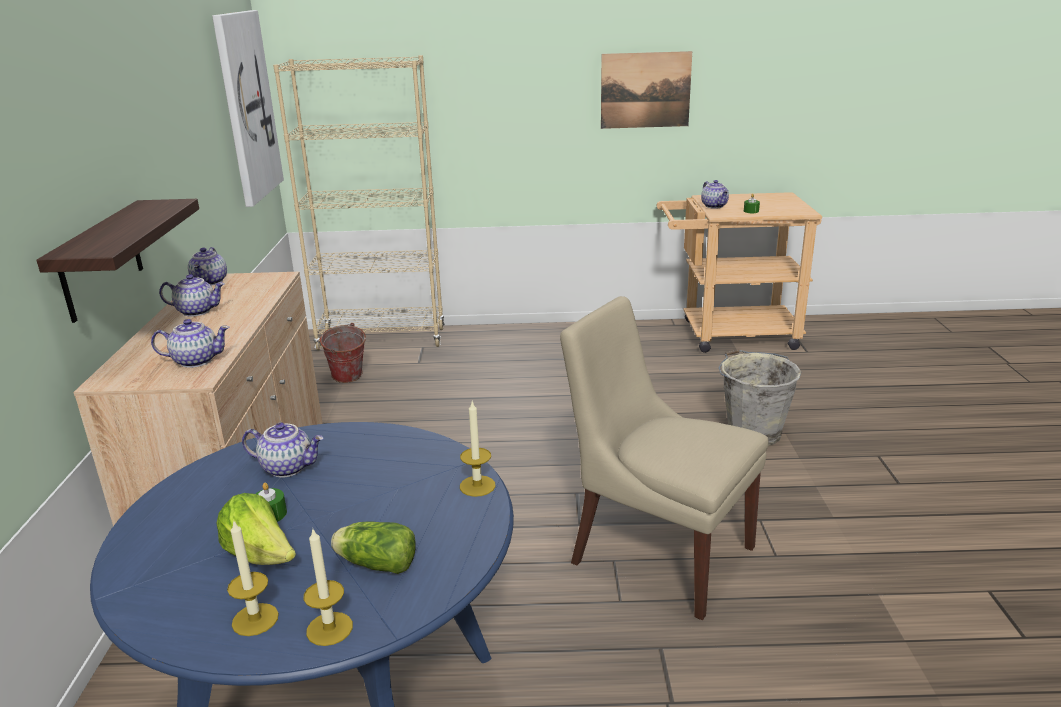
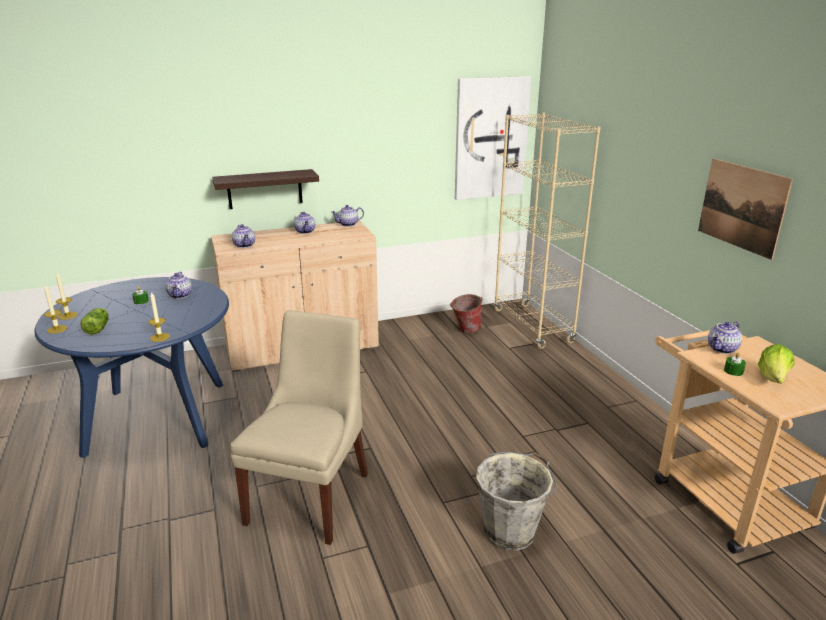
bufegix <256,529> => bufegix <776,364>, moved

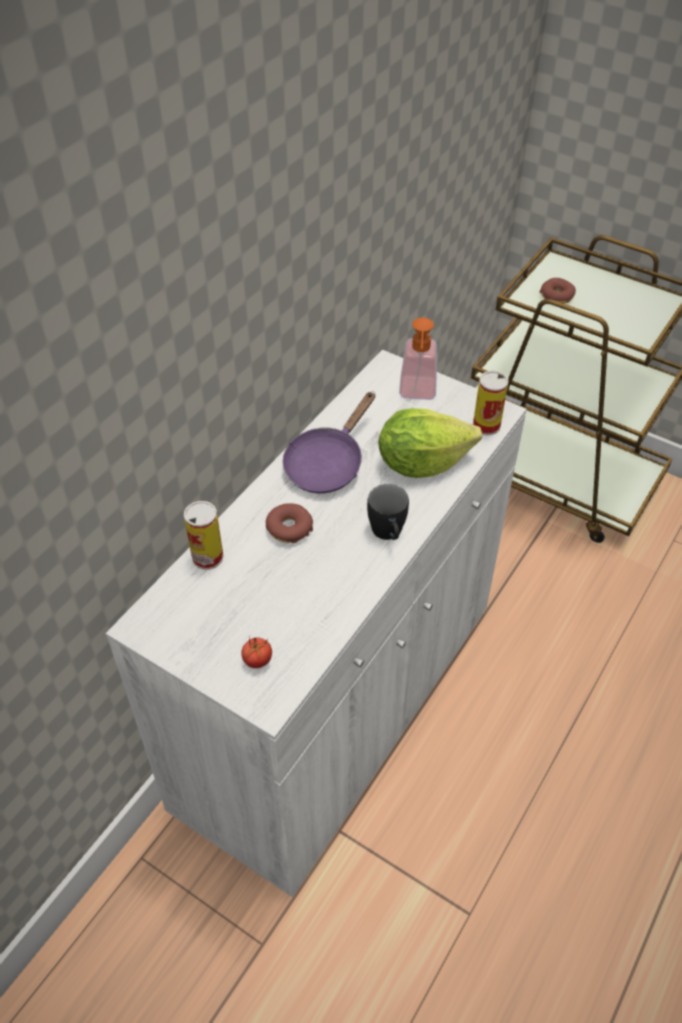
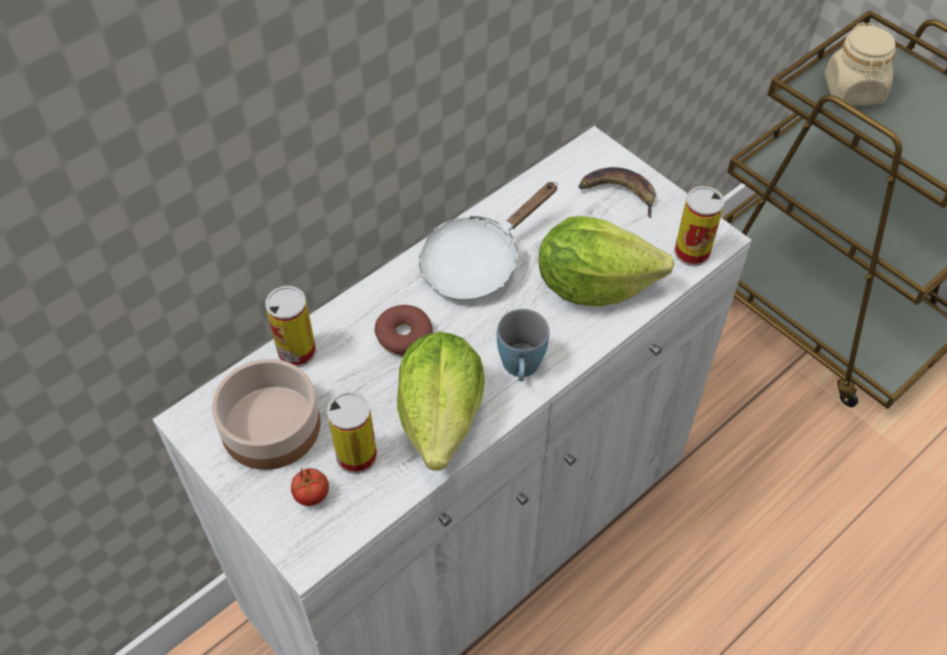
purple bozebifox <328,442> => white bozebifox <488,241>
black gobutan <388,512> => blue gobutan <523,345>
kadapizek <418,358> => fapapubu <617,192>
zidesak <558,291> => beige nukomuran <860,64>
nothing => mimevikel <266,414>
nothing => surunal <352,432>
nothing => bufegix <441,401>

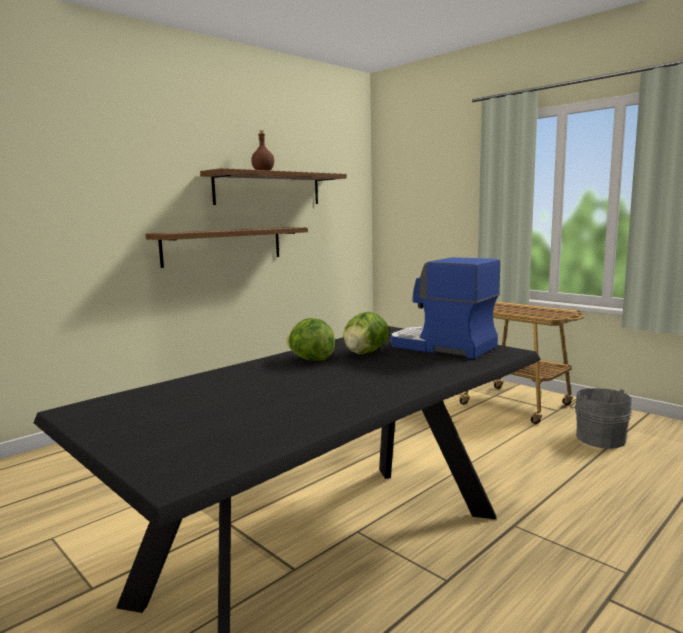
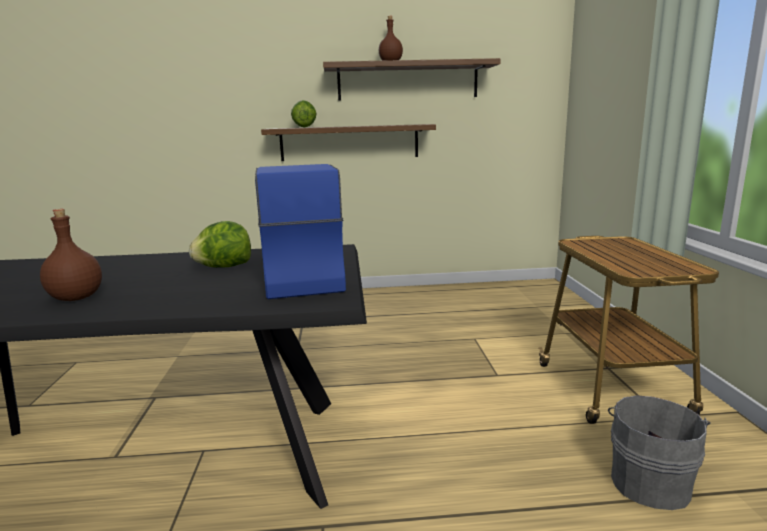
bufegix <310,339> => bufegix <304,114>, moved
nothing => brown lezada <71,255>

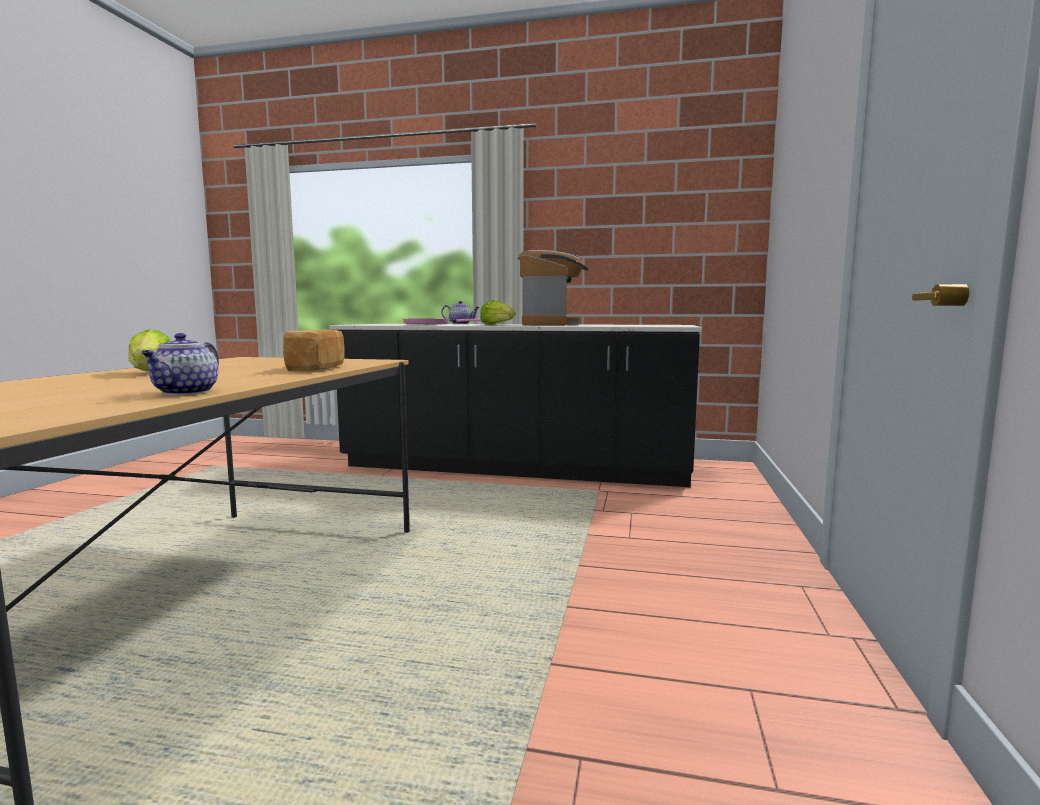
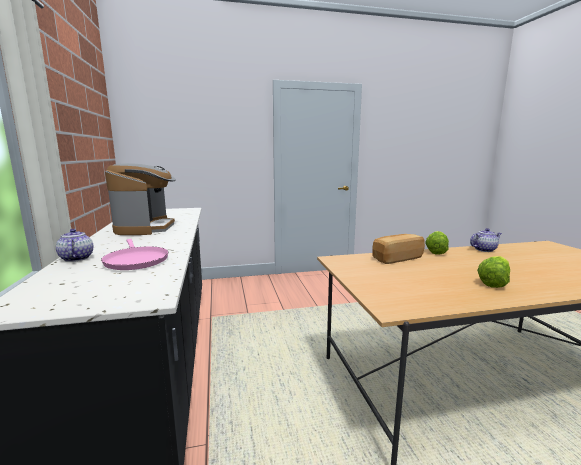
bufegix <497,312> => bufegix <437,243>, moved
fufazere <553,287> => fufazere <140,199>, 105 degrees clockwise

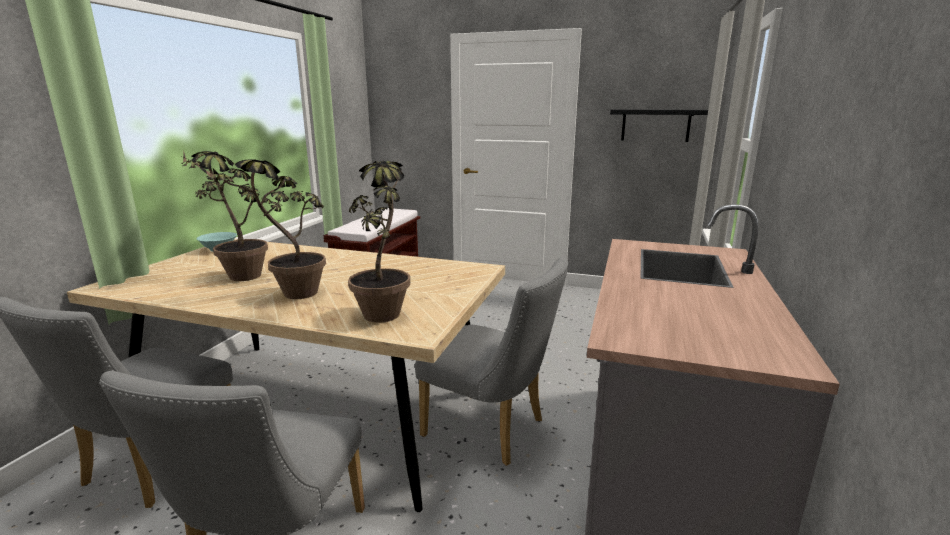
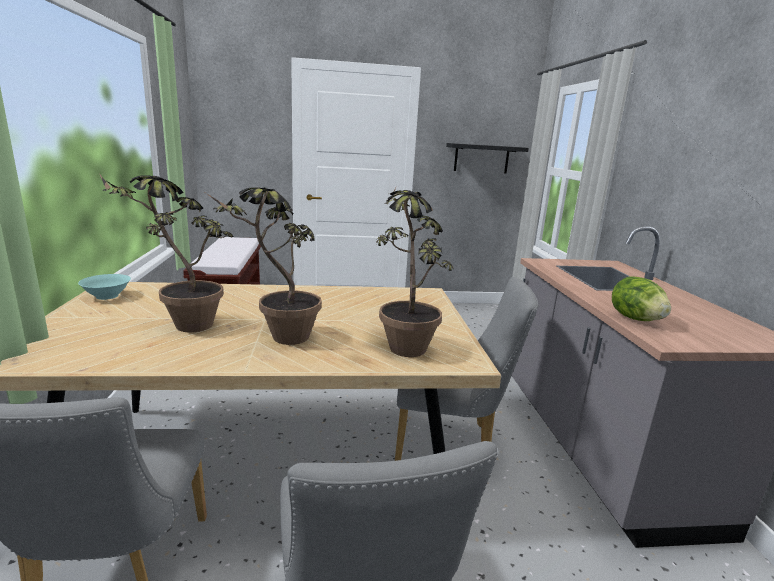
nothing => bufegix <641,298>

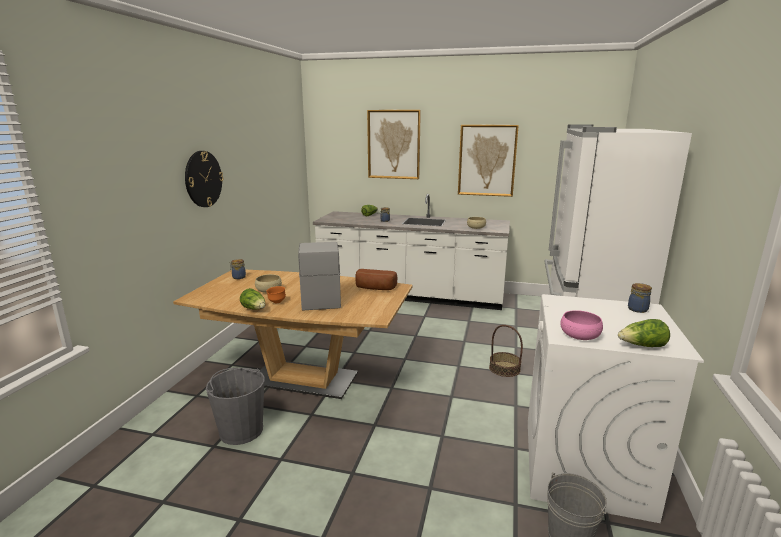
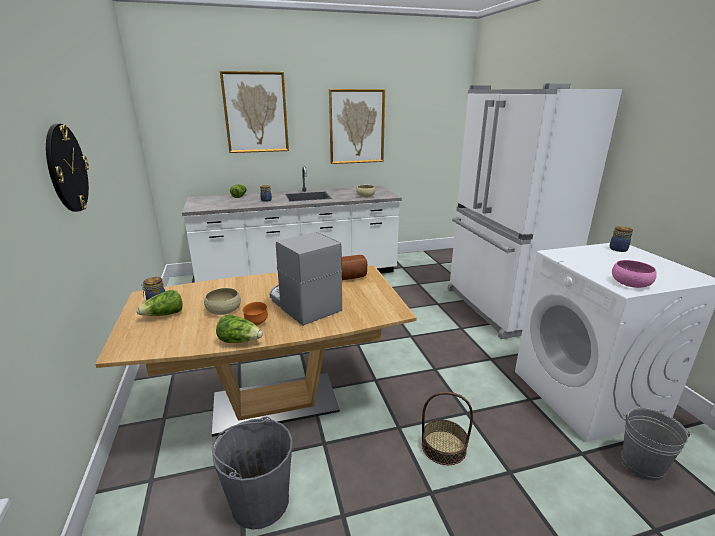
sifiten <506,351> => sifiten <447,428>, moved
bufegix <644,333> => bufegix <159,303>, moved

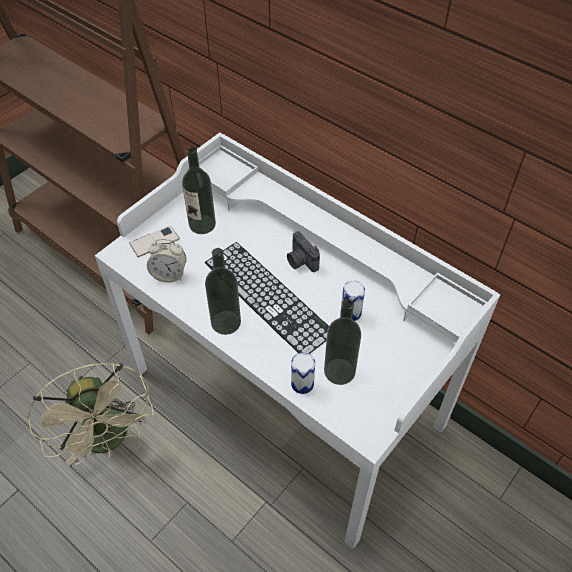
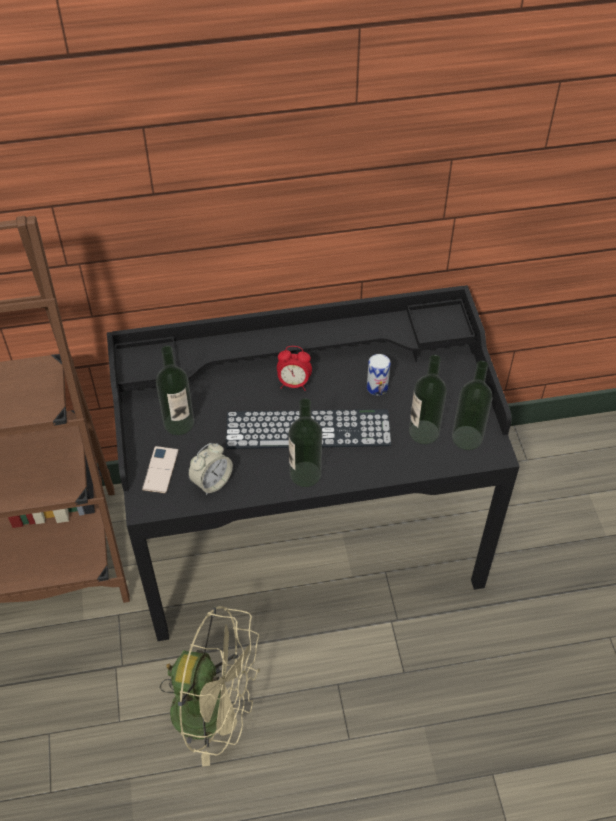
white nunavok <298,340> => black nunavok <313,463>
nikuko <303,251> => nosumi <294,368>
surunal <303,373> => nothing
nothing => lezada <472,405>

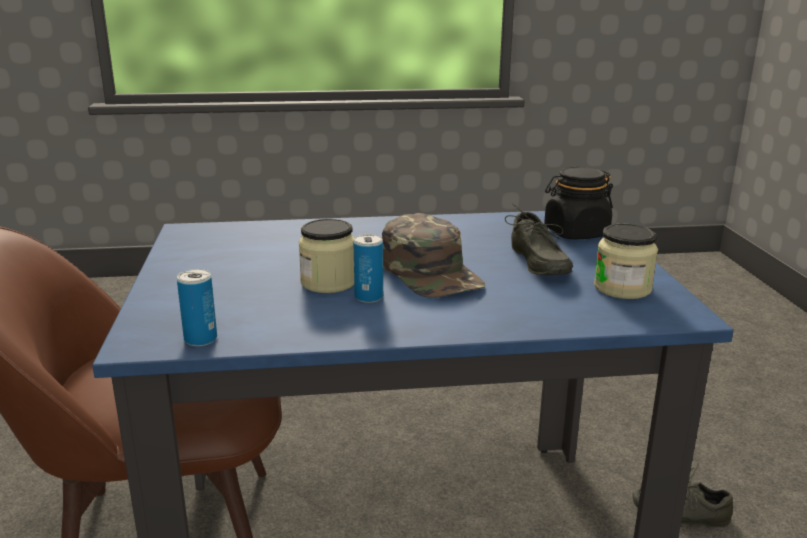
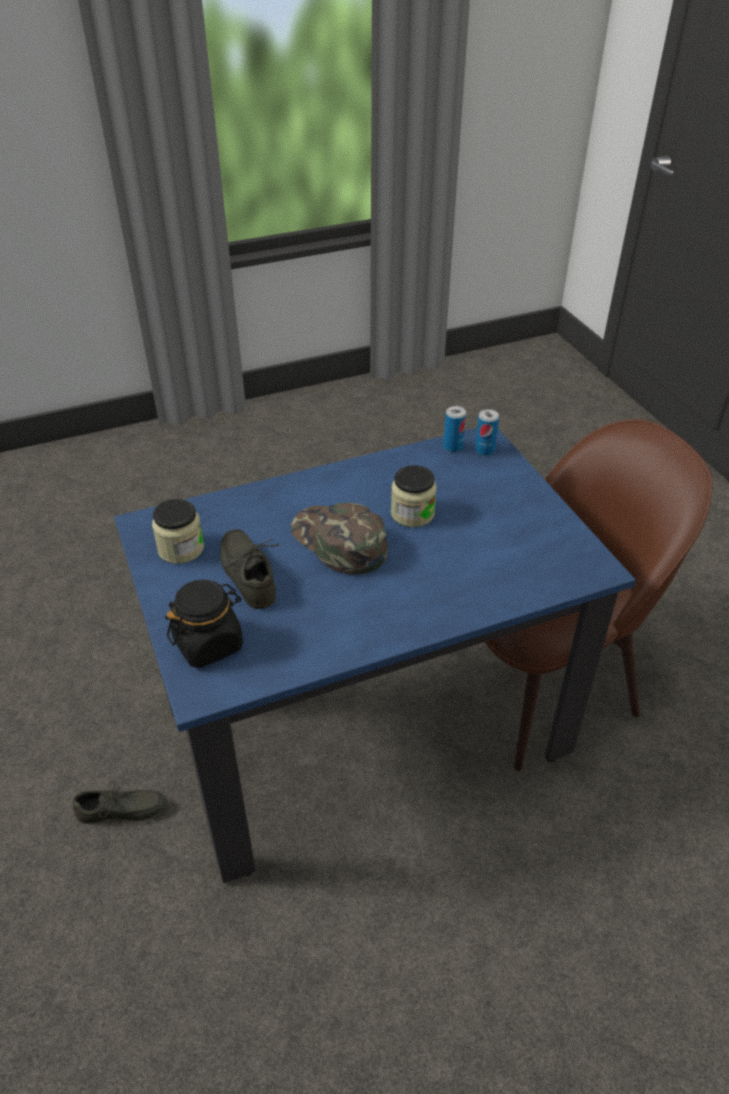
surunal <368,268> => surunal <487,432>, moved

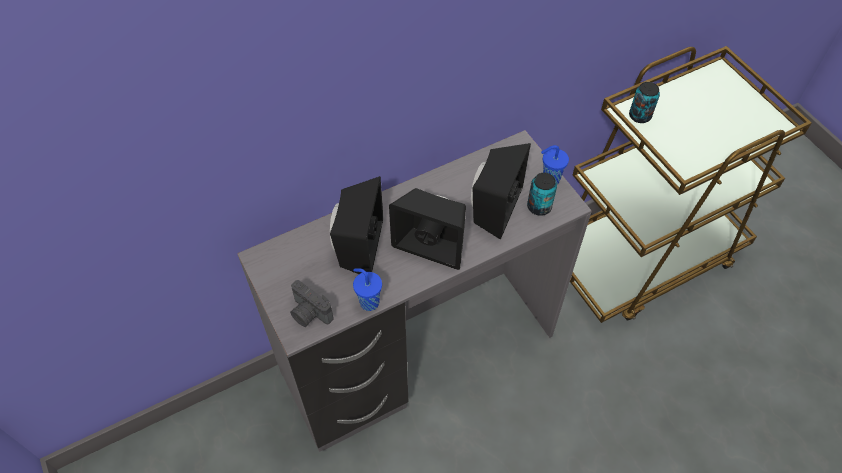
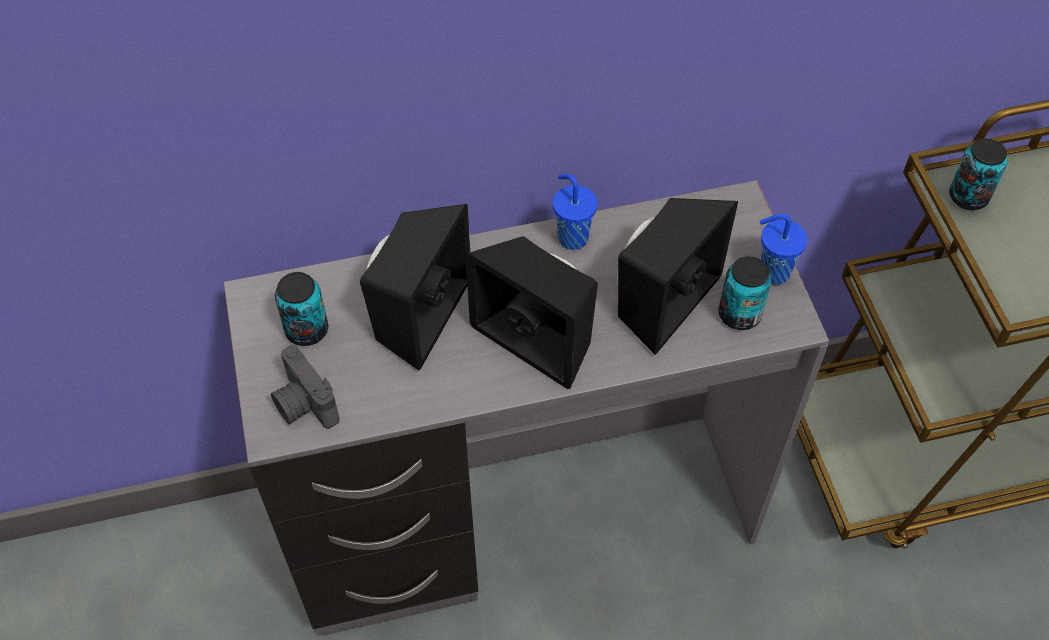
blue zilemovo <367,289> => blue zilemovo <575,212>, moved
nothing => surunal <301,309>

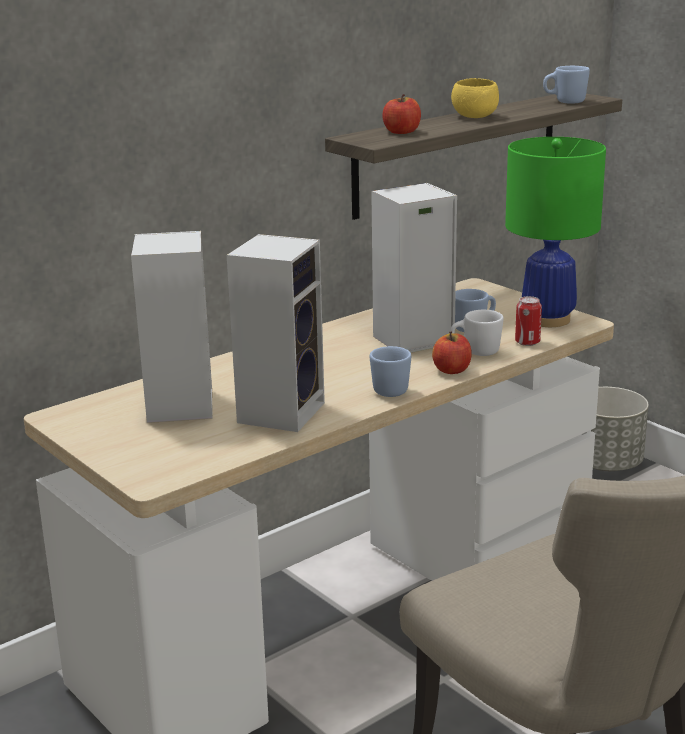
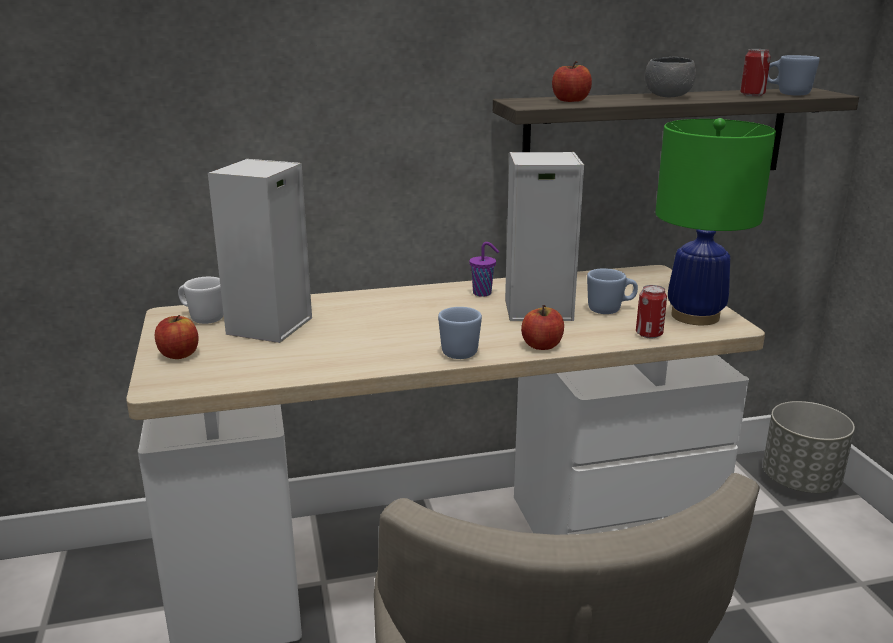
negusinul <276,333> => nothing
yellow mimevikel <475,98> => grey mimevikel <670,77>
white gobutan <477,333> => white gobutan <201,300>, moved
nothing => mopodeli <177,337>
nothing => purple zilemovo <484,269>
nothing => surunal <755,72>

